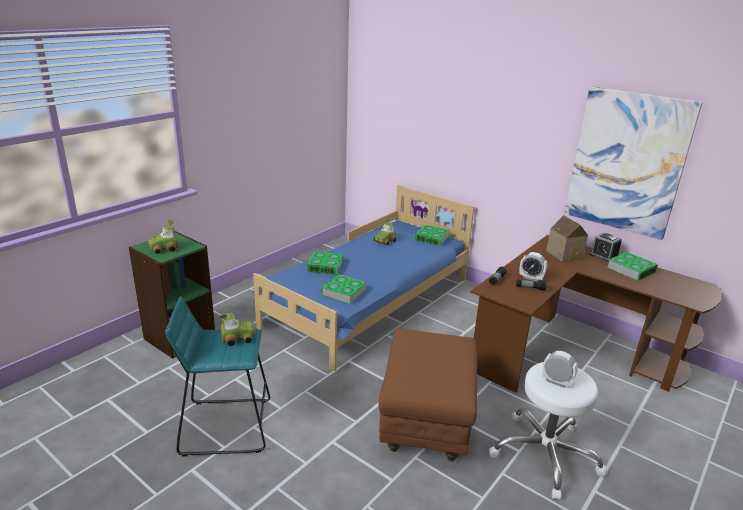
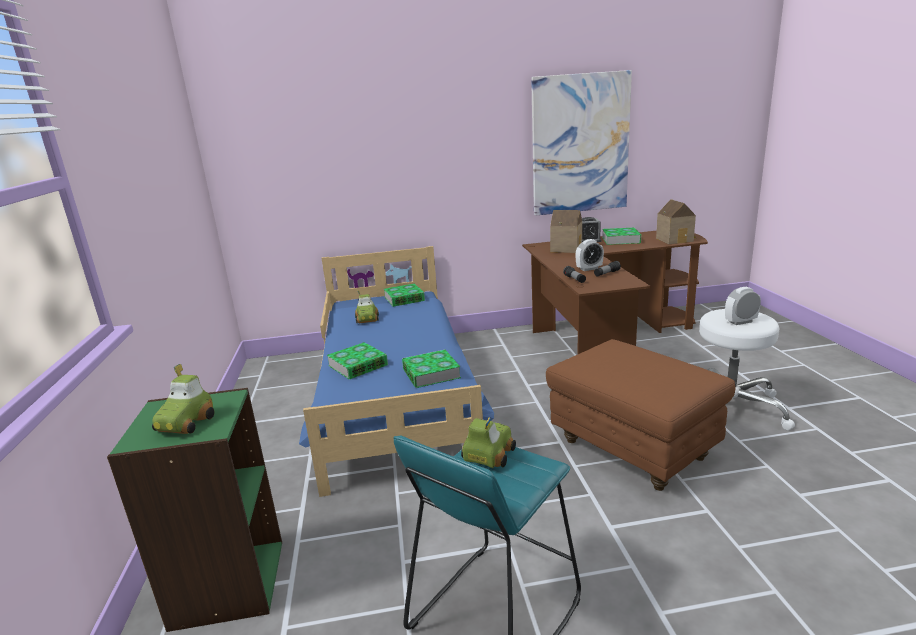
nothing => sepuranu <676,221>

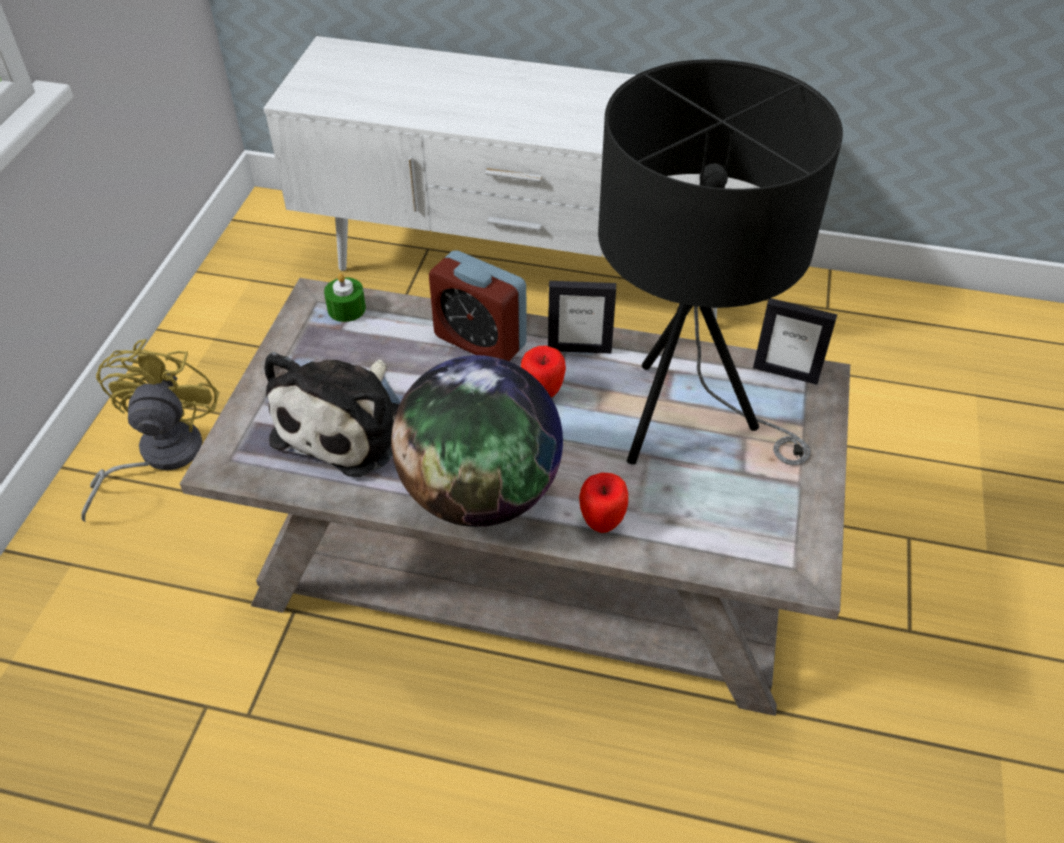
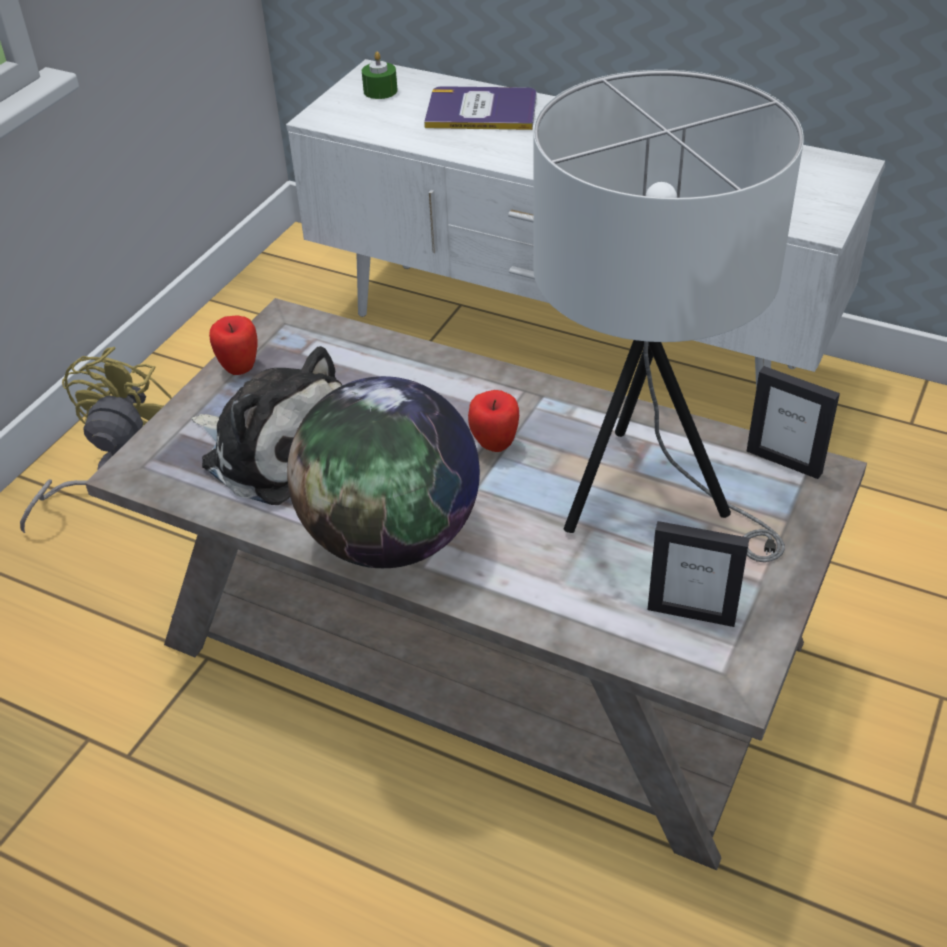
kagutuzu <332,414> => kagutuzu <267,425>, 90 degrees counterclockwise
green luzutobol <345,297> => green luzutobol <380,75>, moved
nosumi <478,305> => nothing
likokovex <582,317> => likokovex <699,574>, moved
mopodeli <603,503> => mopodeli <233,345>, moved
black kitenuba <720,262> => white kitenuba <668,316>
nothing => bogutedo <480,108>

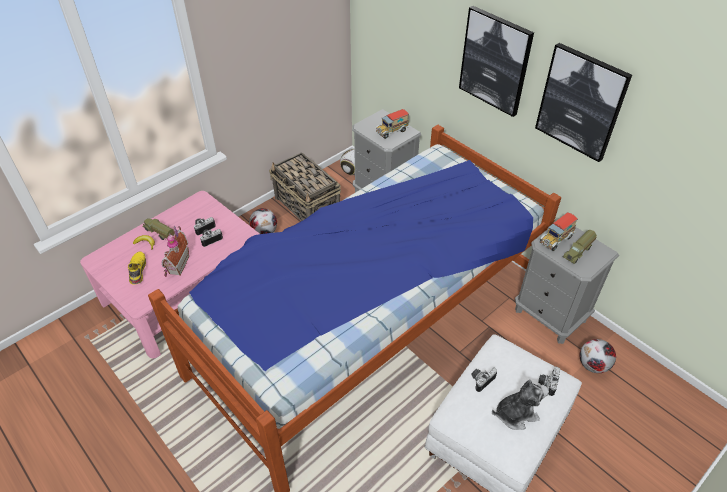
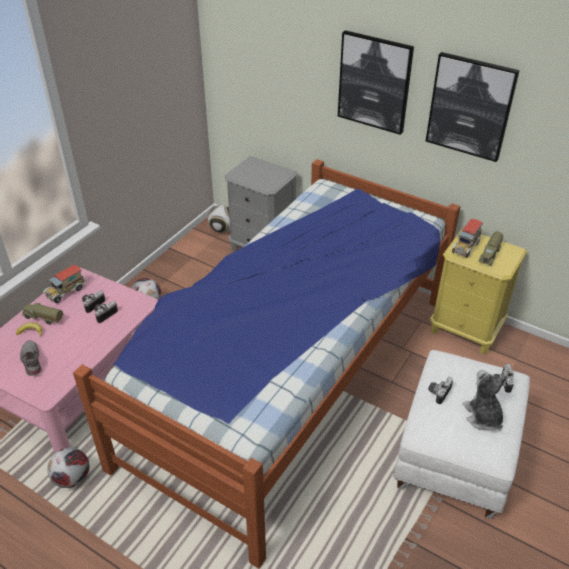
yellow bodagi <137,268> => grey bodagi <31,358>
sepuranu <175,251> => nothing
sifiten <305,186> => nothing
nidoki <392,124> => nidoki <64,283>, moved
kagutuzu <520,405> => kagutuzu <485,400>, 75 degrees counterclockwise
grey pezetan <567,285> => yellow pezetan <478,291>
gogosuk <598,356> => gogosuk <68,467>, moved

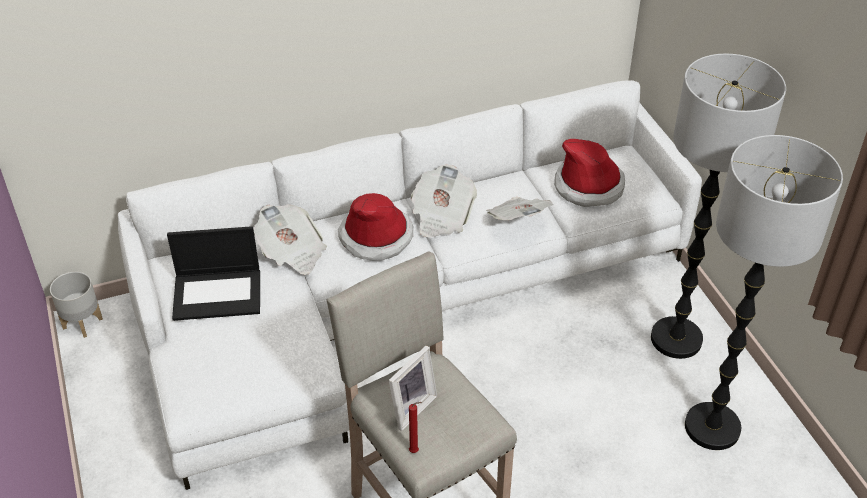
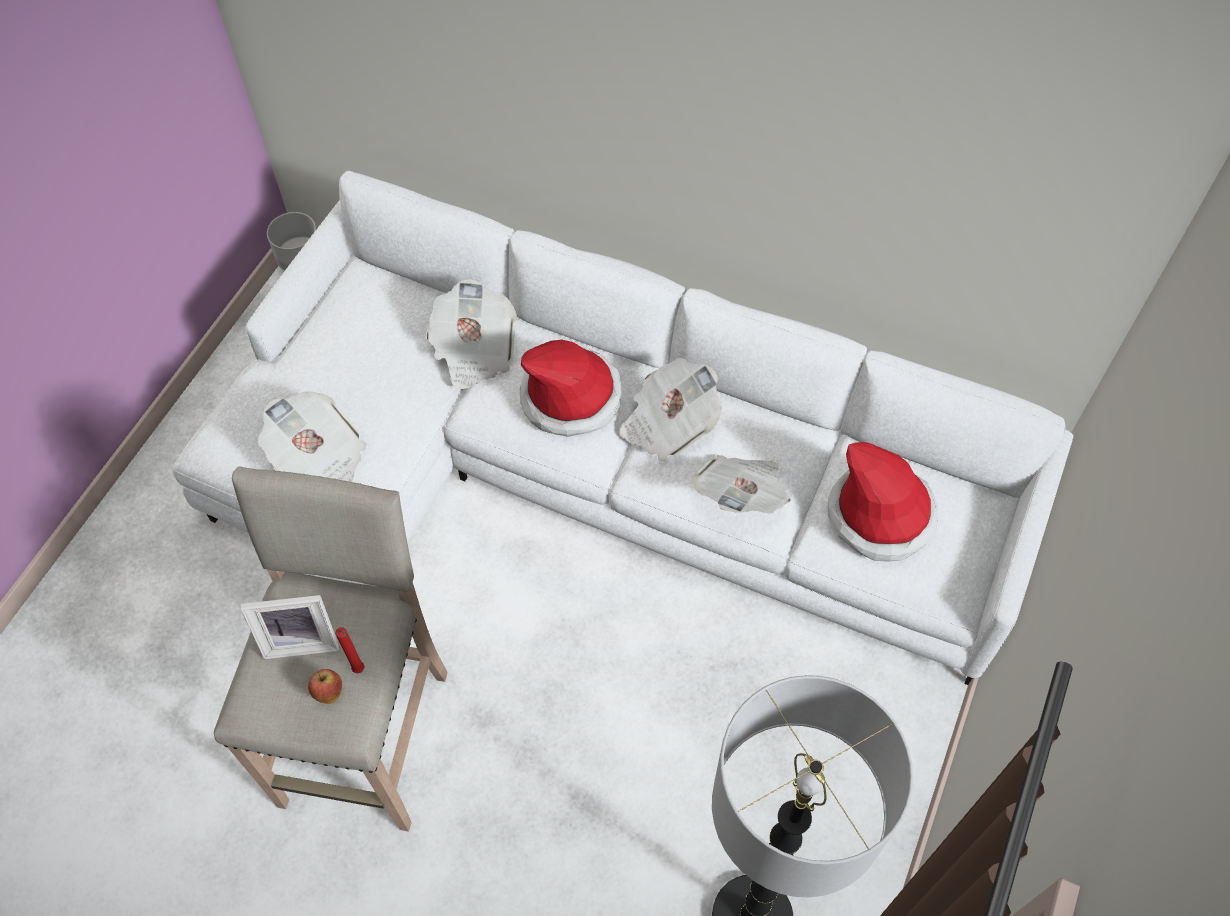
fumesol <213,273> => nothing
red luzutobol <415,427> => red luzutobol <350,650>, moved
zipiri <718,206> => nothing
nothing => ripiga <312,436>
nothing => mopodeli <325,686>

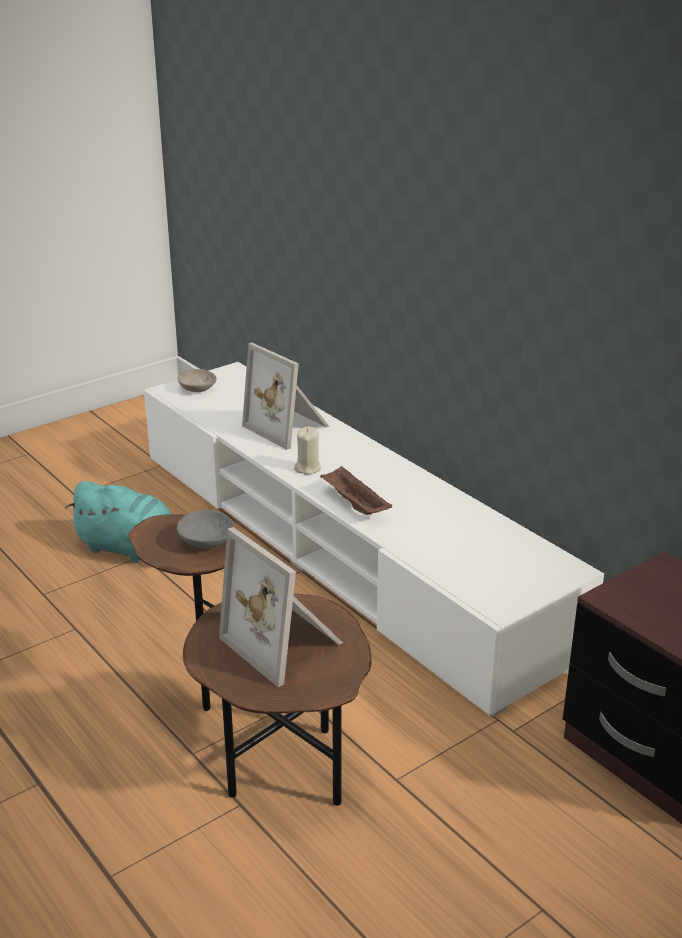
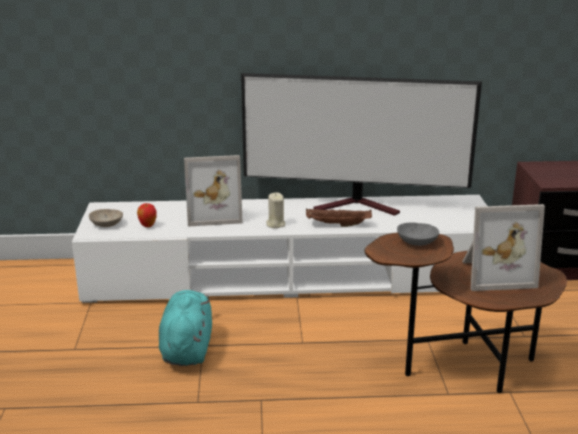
turquoise kagutuzu <118,522> => turquoise kagutuzu <185,328>, 60 degrees counterclockwise
nothing => mopodeli <147,215>
nothing => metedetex <361,144>

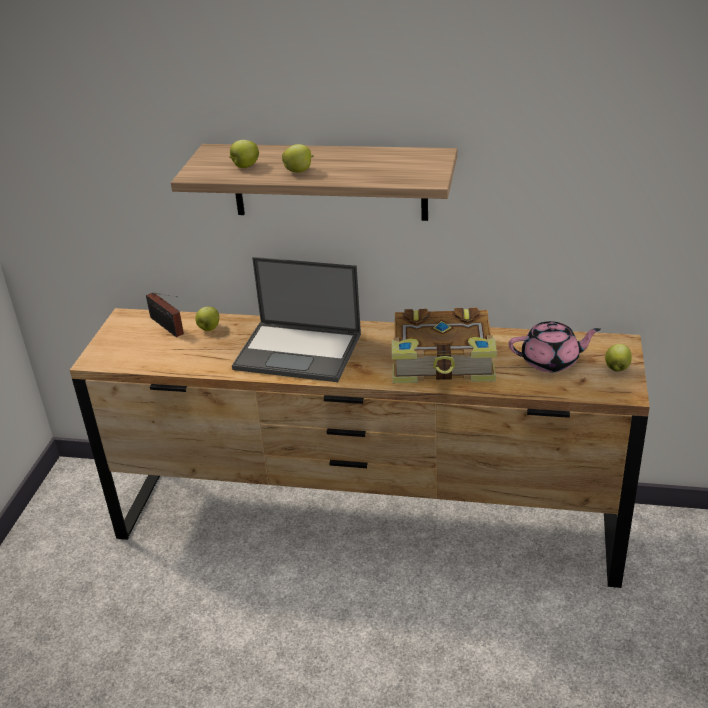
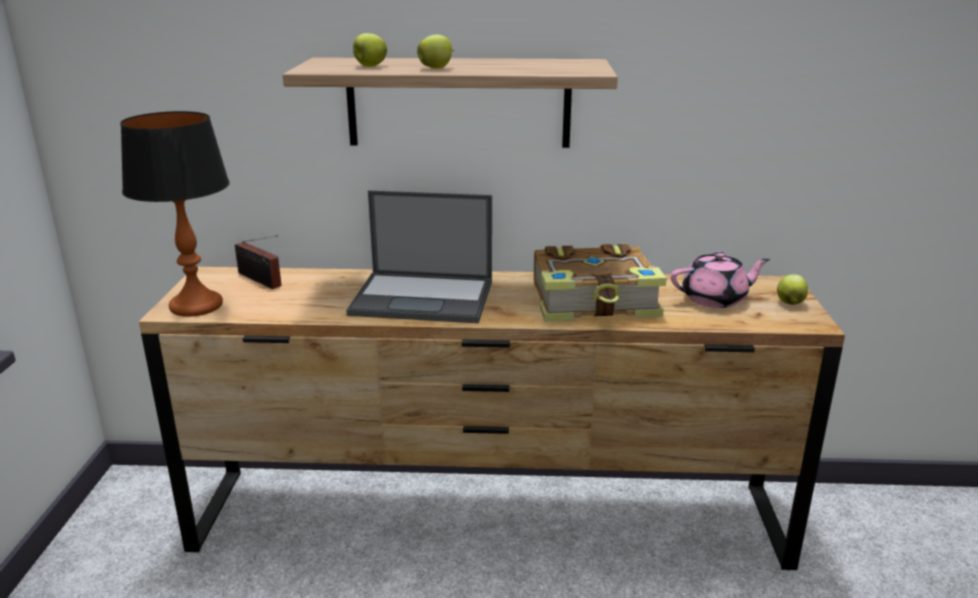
mopodeli <207,319> => nothing
nothing => kitenuba <175,214>

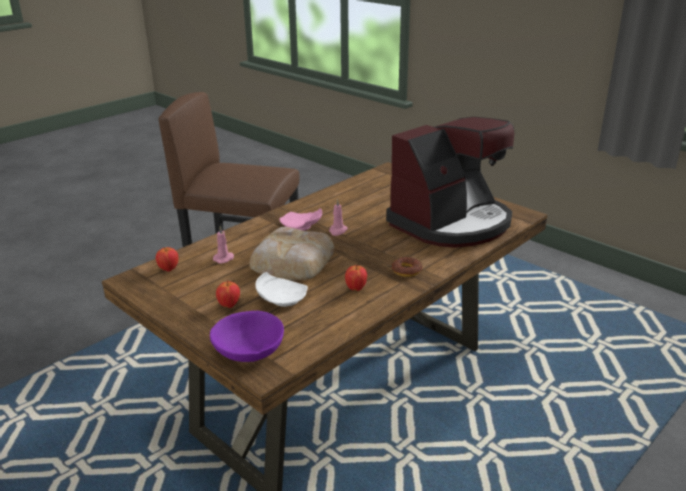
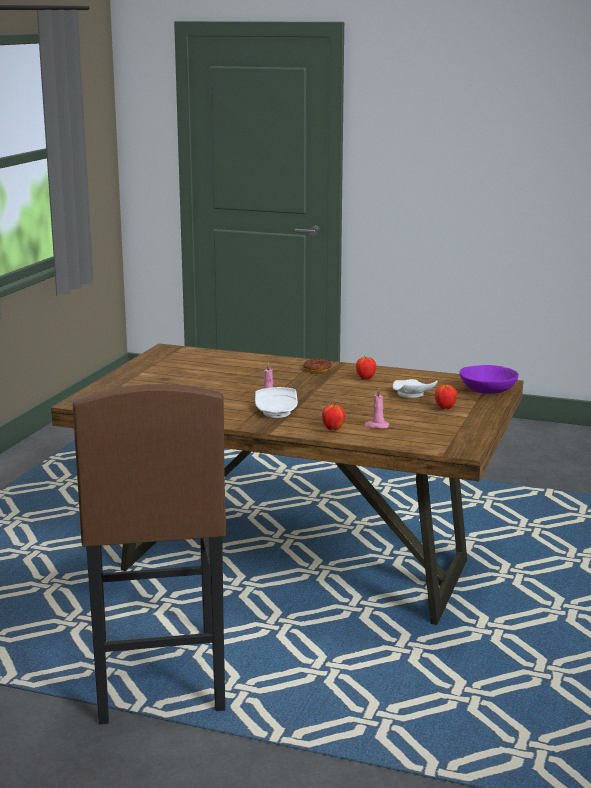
mopodeli <167,259> => mopodeli <333,416>, moved
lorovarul <291,253> => nothing
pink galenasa <300,219> => white galenasa <276,402>
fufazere <450,182> => nothing

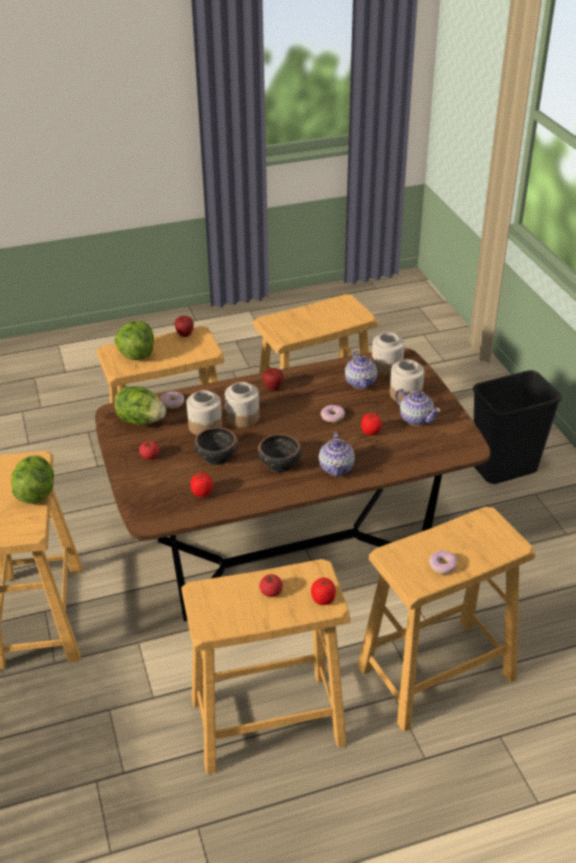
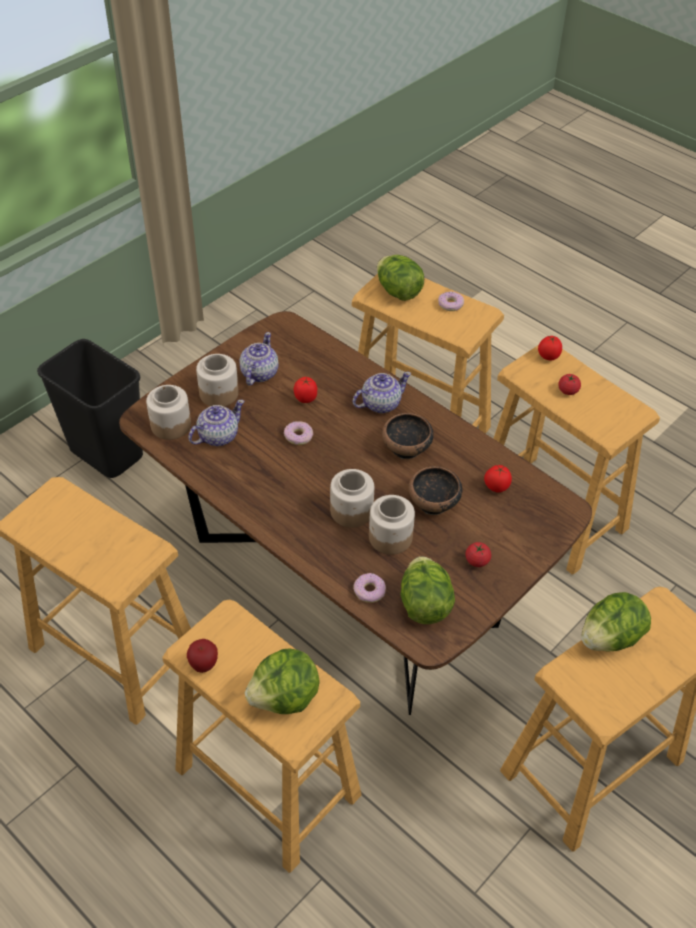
mopodeli <273,379> => nothing
nothing => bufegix <400,278>

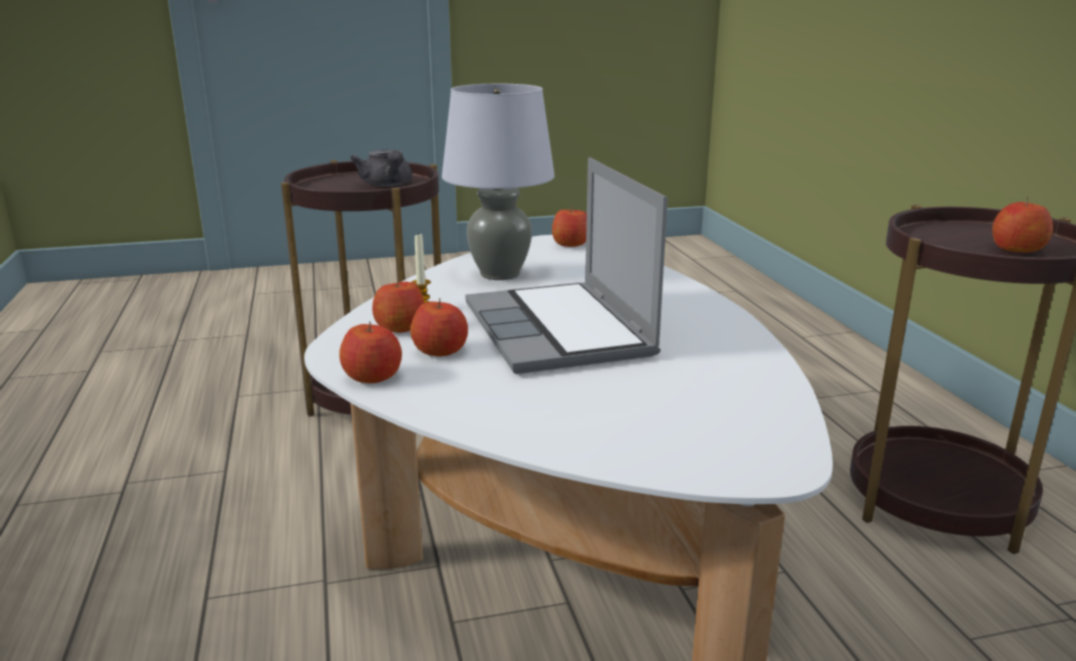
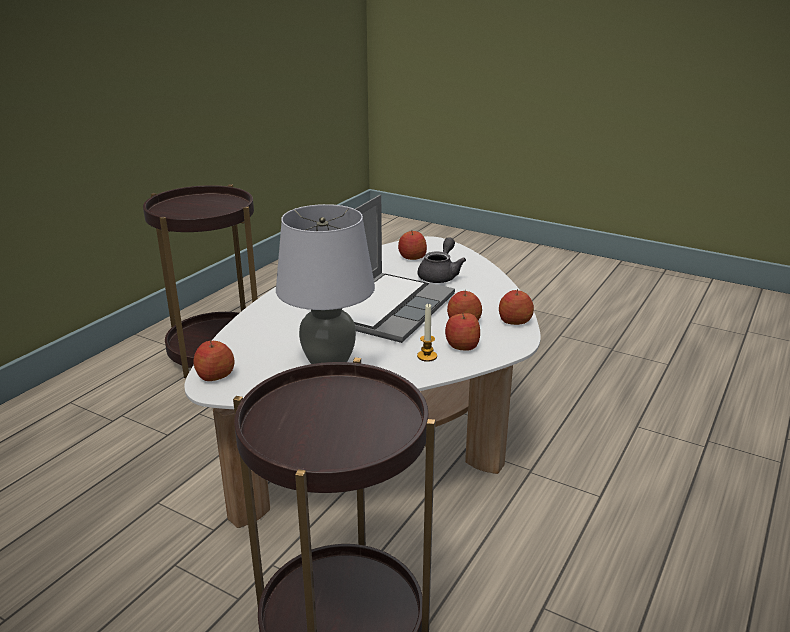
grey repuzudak <381,168> => grey repuzudak <442,260>, moved
mopodeli <1022,225> => mopodeli <412,245>, moved

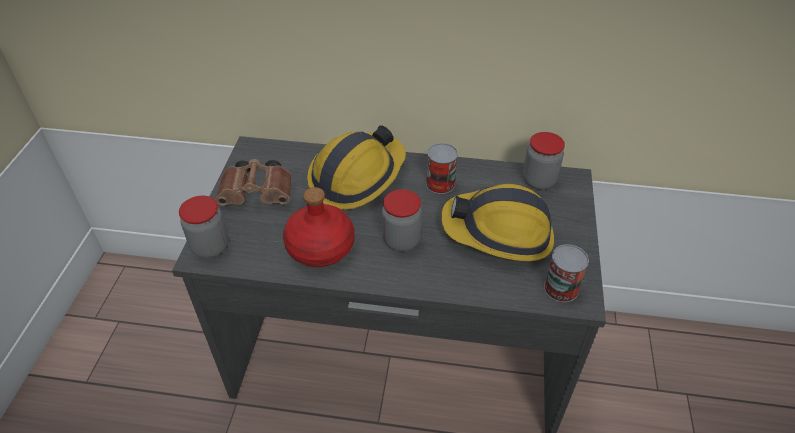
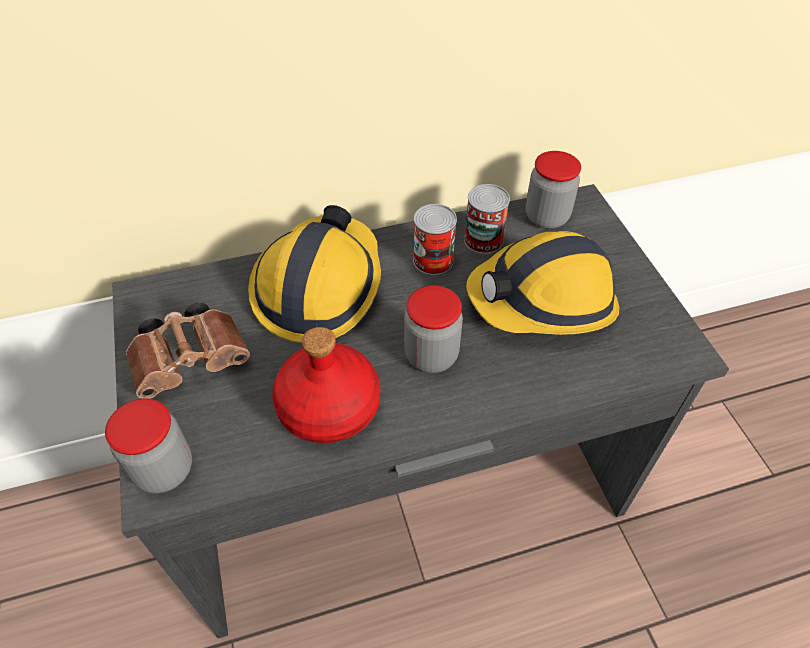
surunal <566,273> => surunal <487,219>, moved

